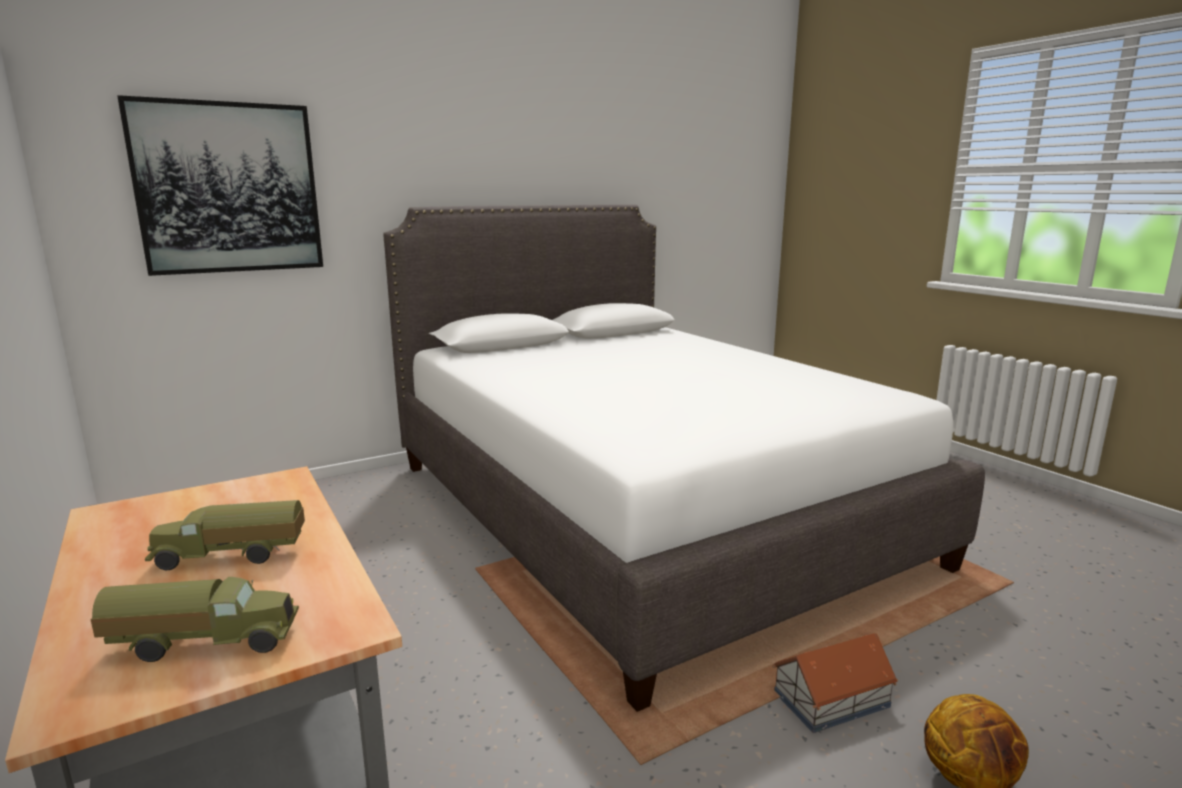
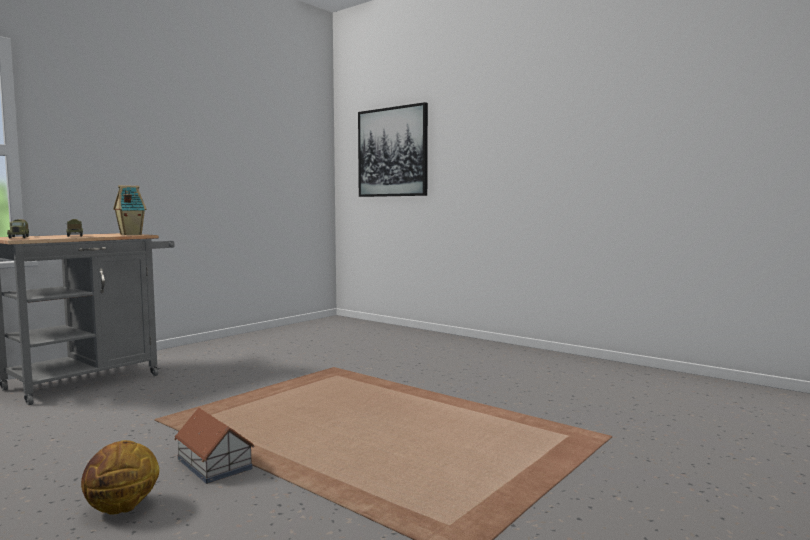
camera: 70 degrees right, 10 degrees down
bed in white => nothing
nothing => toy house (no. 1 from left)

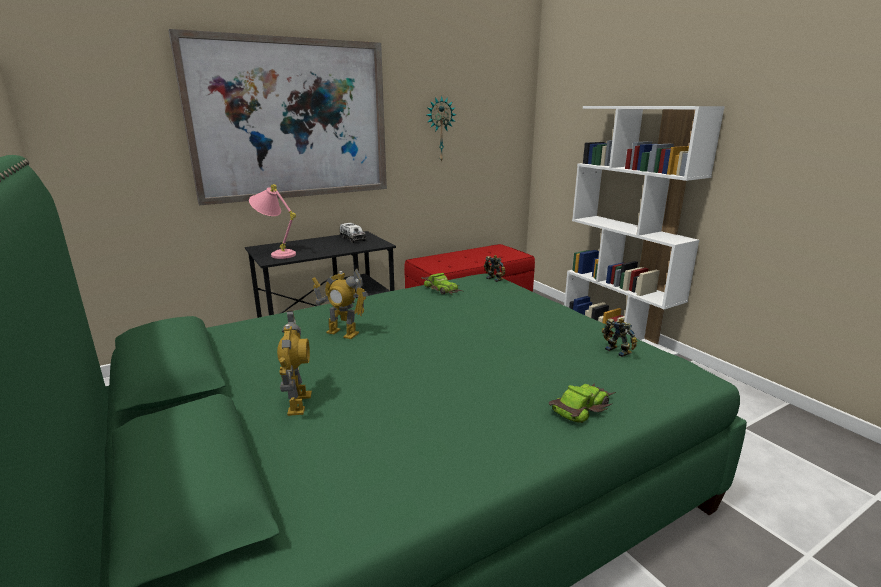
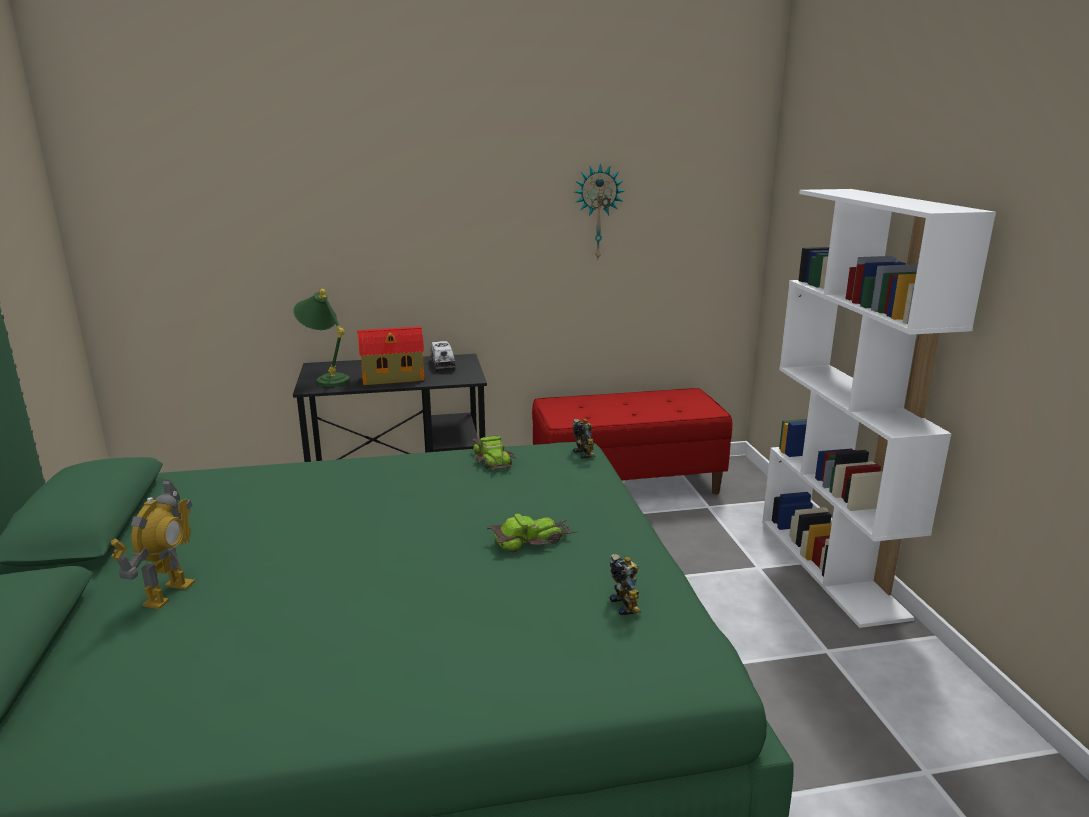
camera: 20 degrees right, 0 degrees up
picture => nothing
toy robot (no. 2 from left) => nothing
nothing => toy house
toy car (no. 2 from left), shifted
table lamp in pink => table lamp in green

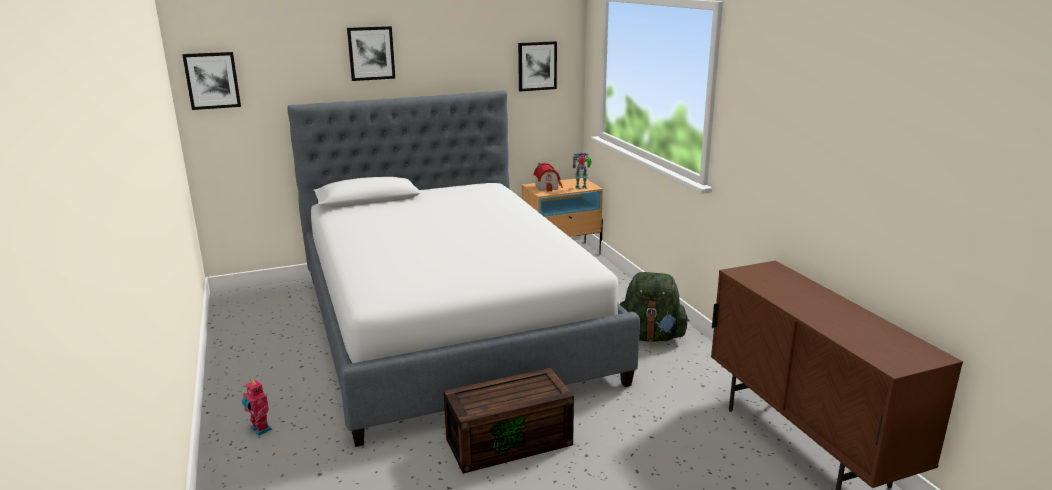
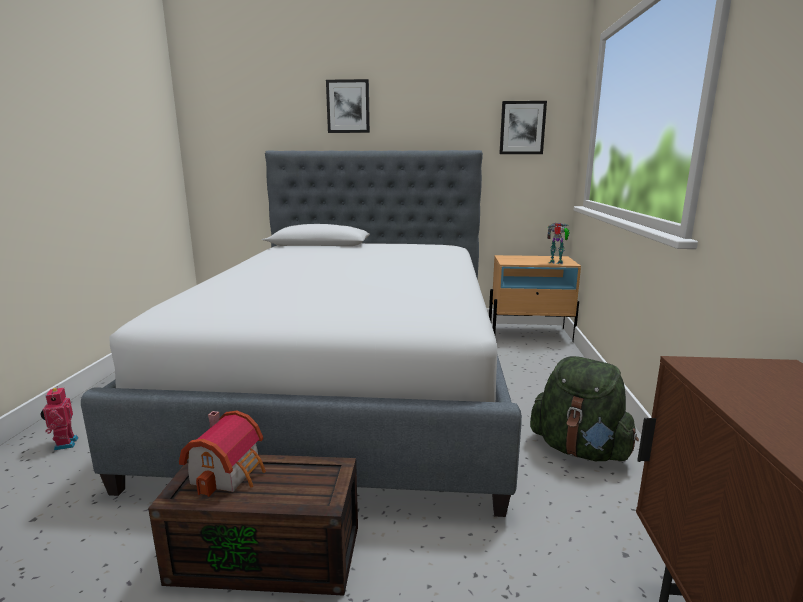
camera: 25 degrees right, 5 degrees down
picture (no. 1 from left) => nothing
toy house, shifted

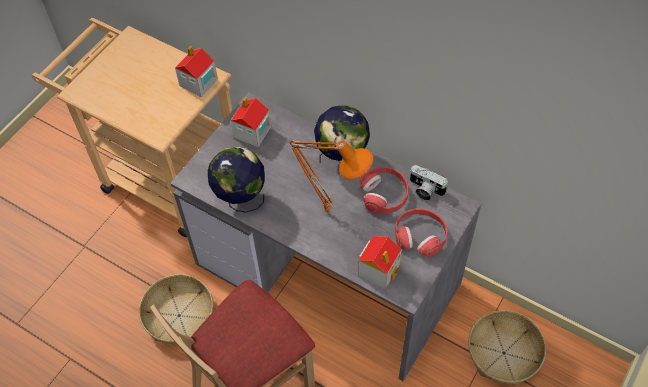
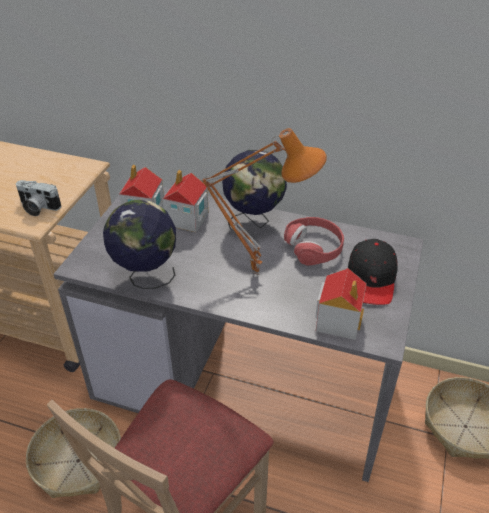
camera: 15 degrees left, 15 degrees down
toy house (no. 1 from left in the first image) => toy house (no. 2 from left), shifted
photo camera, shifted
headphones in red (no. 2 from left) => cap in black

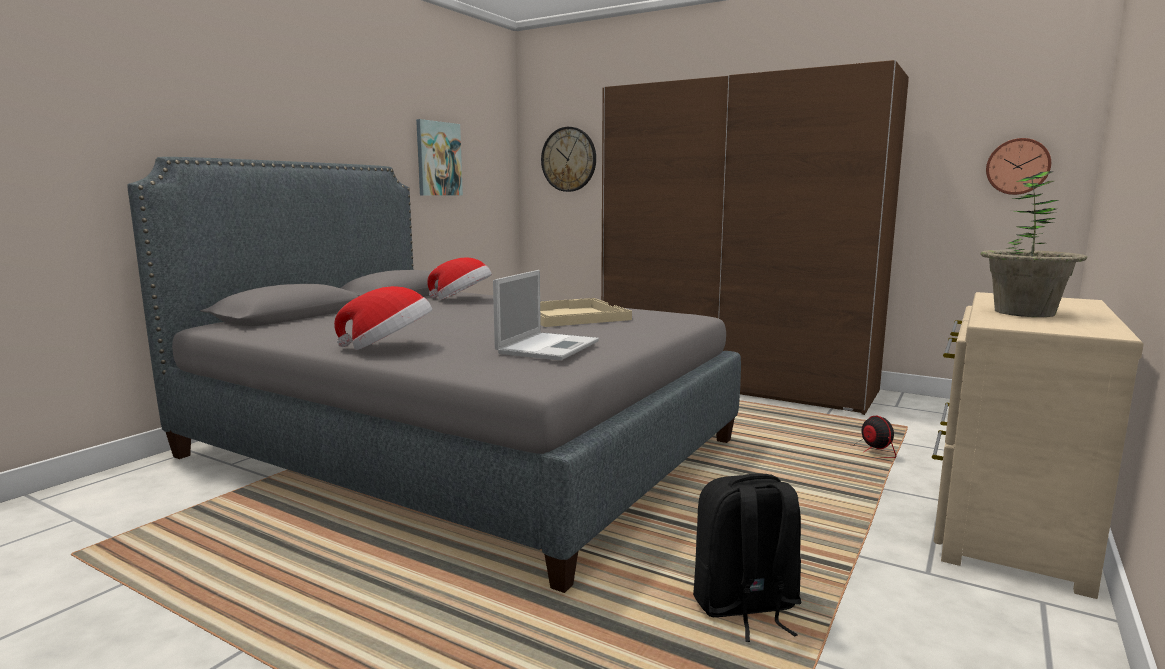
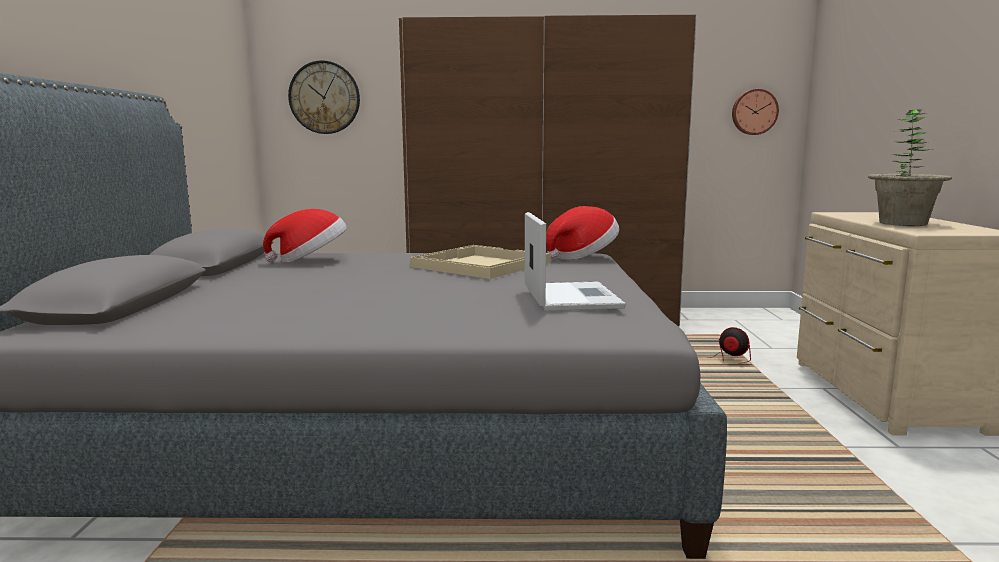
camera: 30 degrees left, 0 degrees up
picture => nothing
backpack in black => nothing
hat (no. 1 from left in the first image) => hat (no. 2 from left), shifted

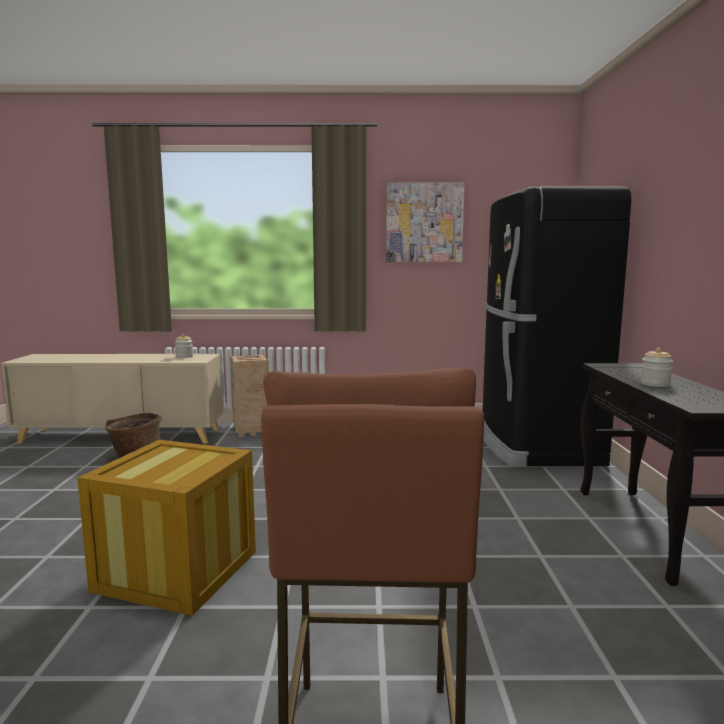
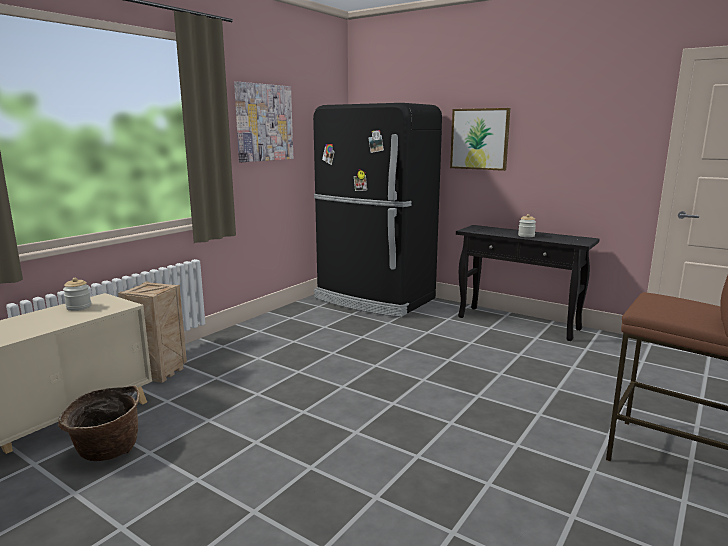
camera: 55 degrees left, 5 degrees up
crate (no. 1 from left) => nothing
nothing => picture (no. 2 from left)

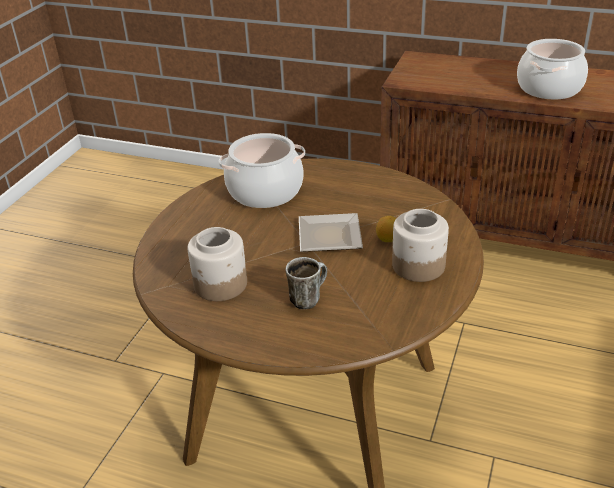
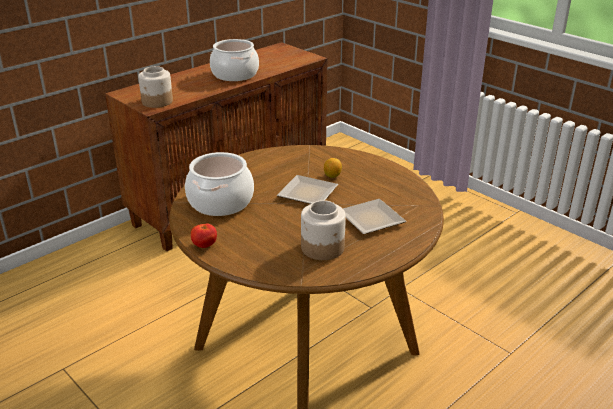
camera: 65 degrees left, 5 degrees down
nothing => tomato
jar (no. 2 from left in the first image) => jar (no. 1 from left), shifted
mug => plate (no. 2 from left)

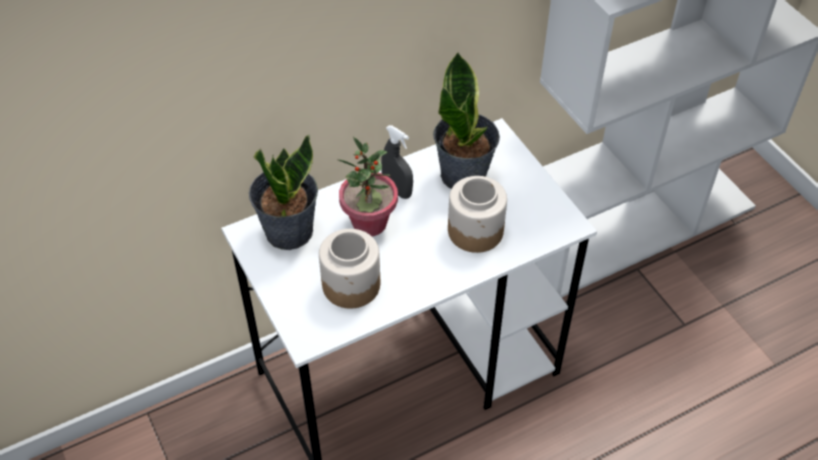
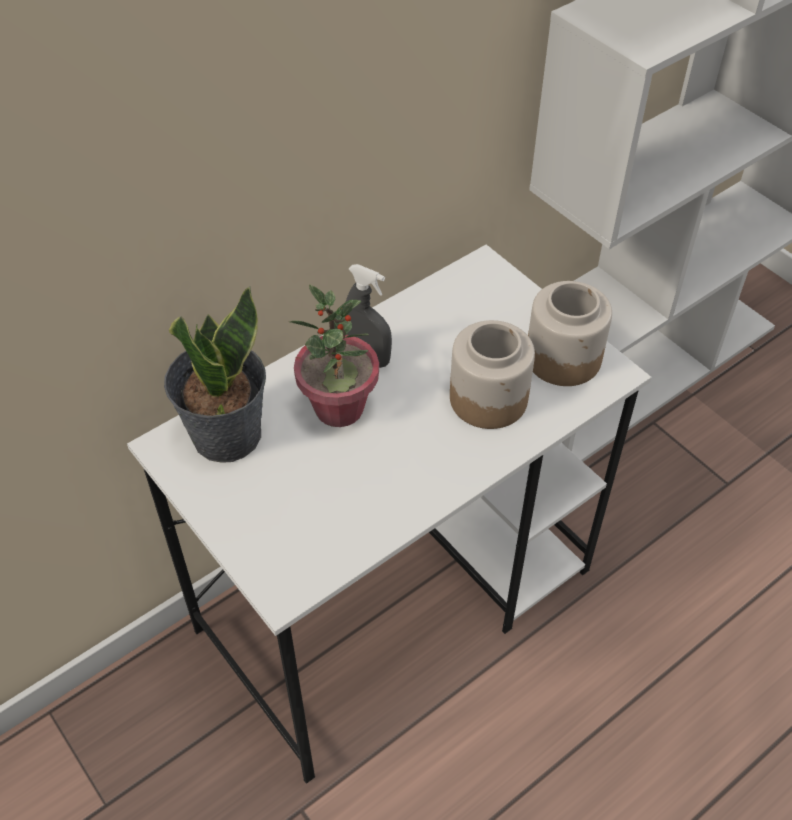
camera: 10 degrees left, 0 degrees up
potted plant (no. 3 from left) => nothing
jar (no. 1 from left in the first image) => jar (no. 2 from left), shifted

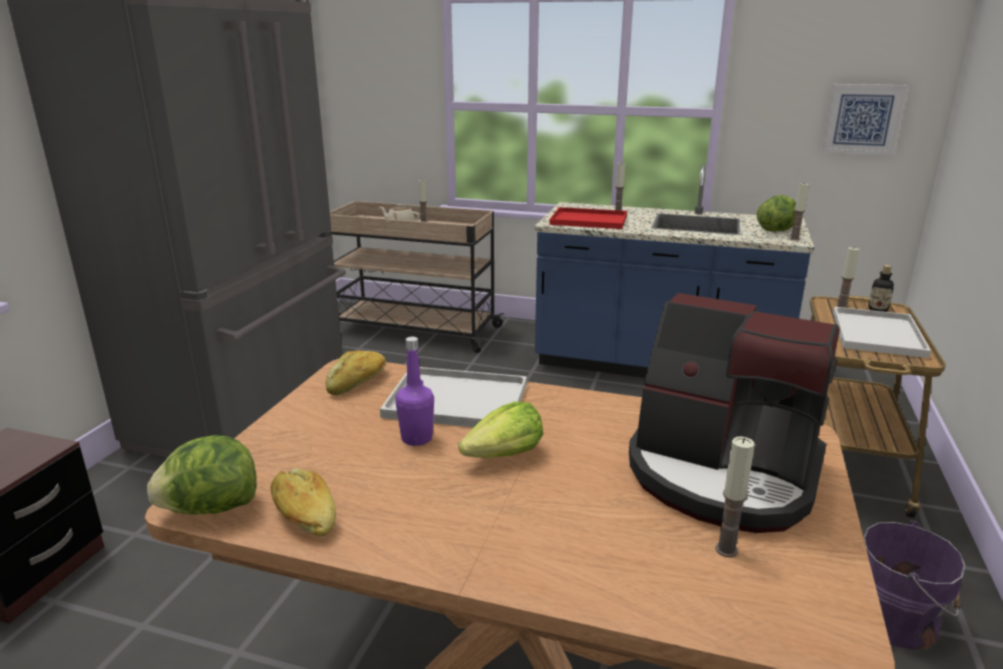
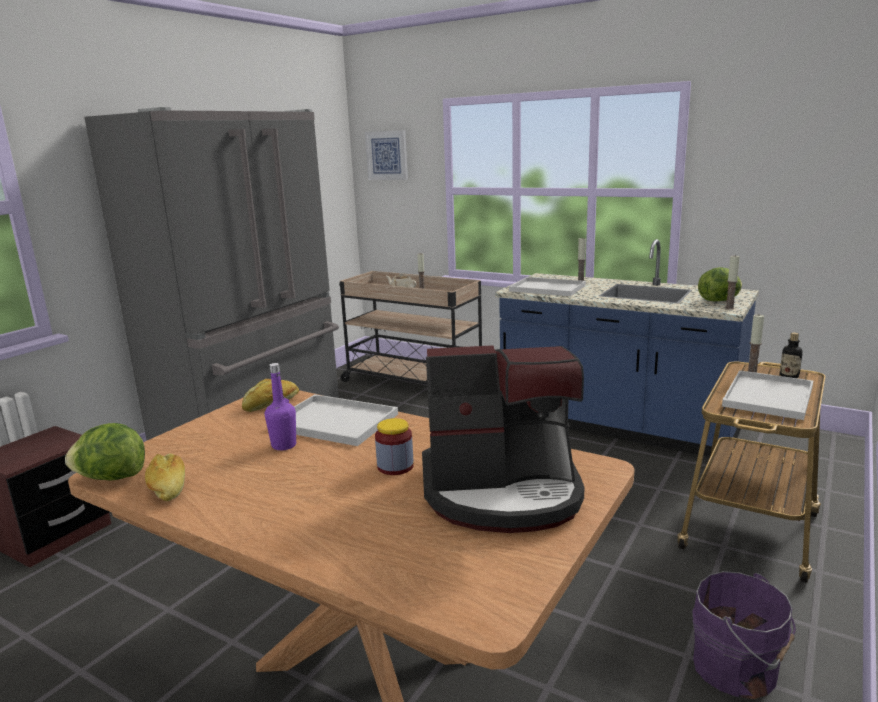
camera: 15 degrees right, 5 degrees down
lettuce (no. 2 from left) => nothing
candle (no. 3 from left) => nothing
nothing => jar
picture, shifted
tray in red => tray in white (no. 2 from left)
coffee machine, 45 degrees counterclockwise

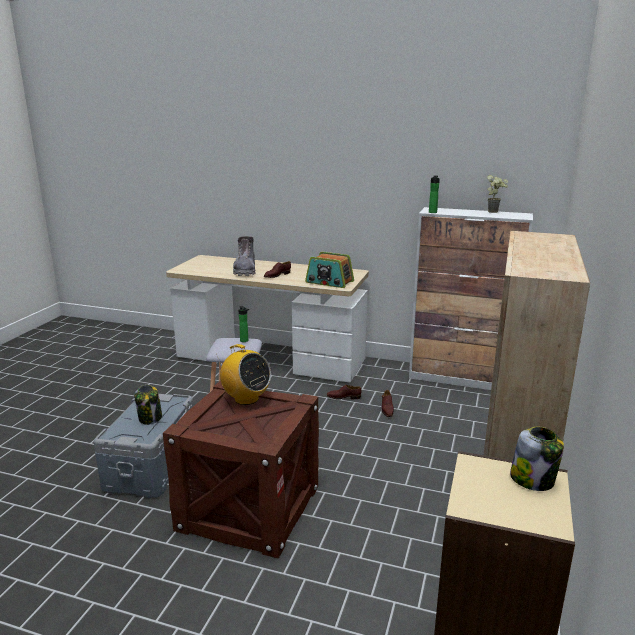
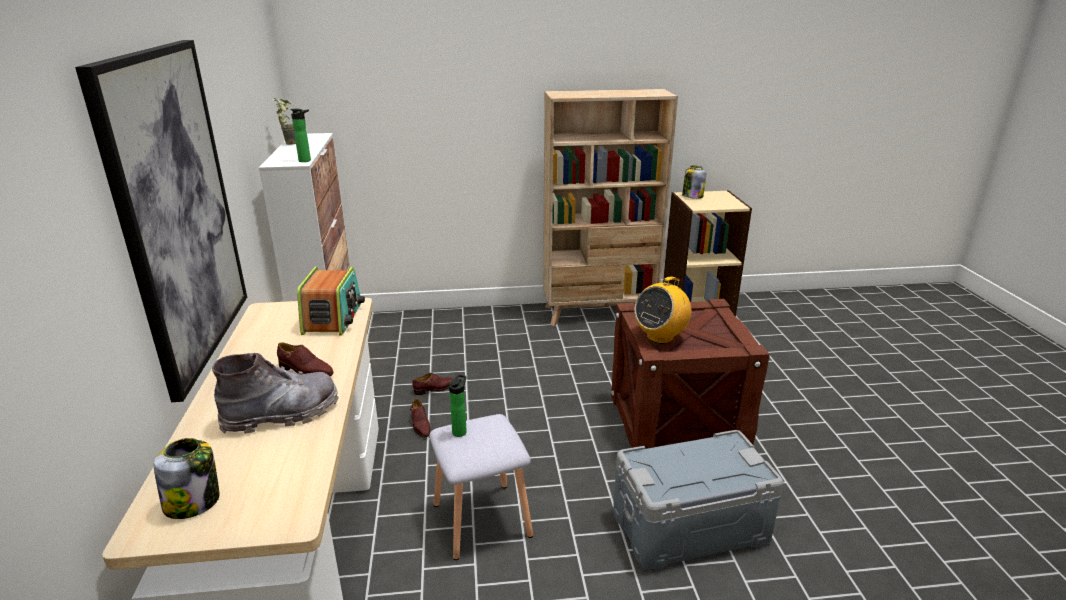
camera: 115 degrees left, 5 degrees up
nothing => picture
jar (no. 1 from left), shifted
radio (no. 1 from left in the first image) => radio (no. 2 from left), 150 degrees counterclockwise

